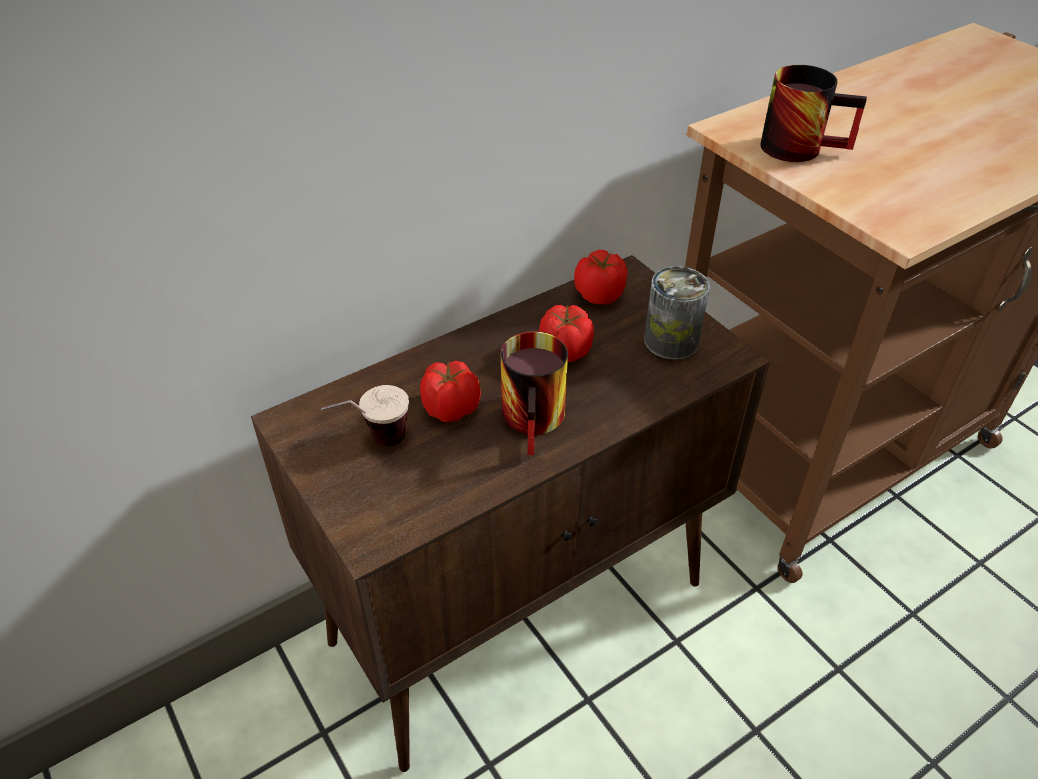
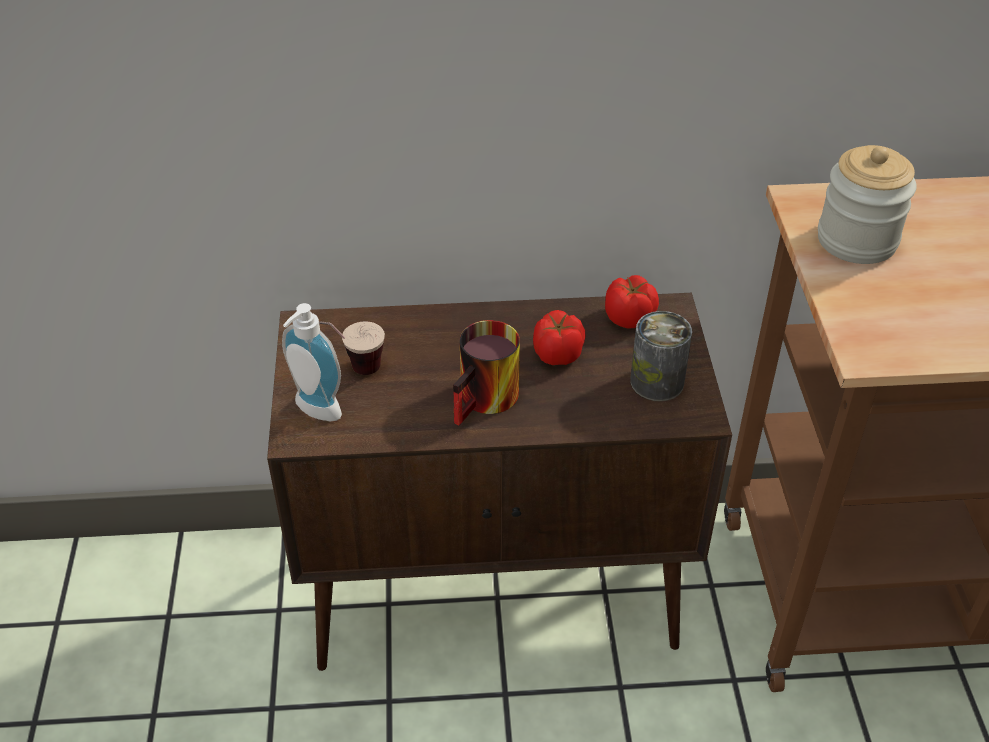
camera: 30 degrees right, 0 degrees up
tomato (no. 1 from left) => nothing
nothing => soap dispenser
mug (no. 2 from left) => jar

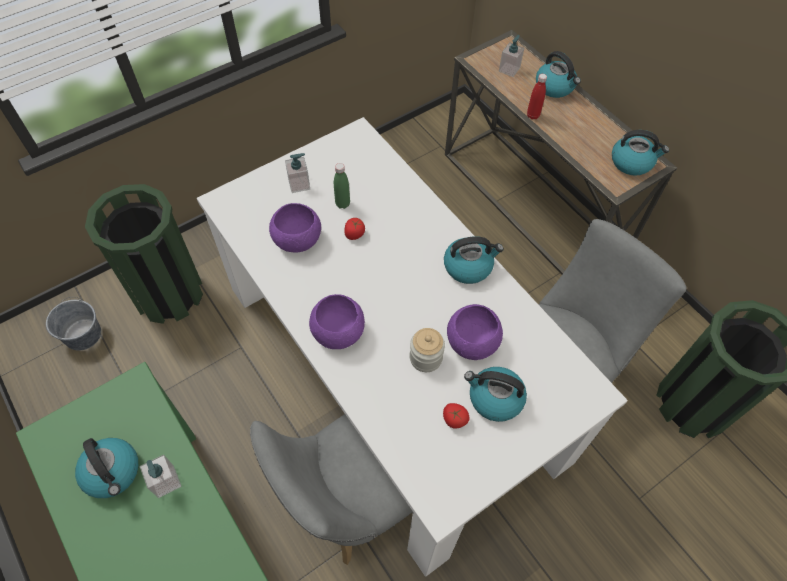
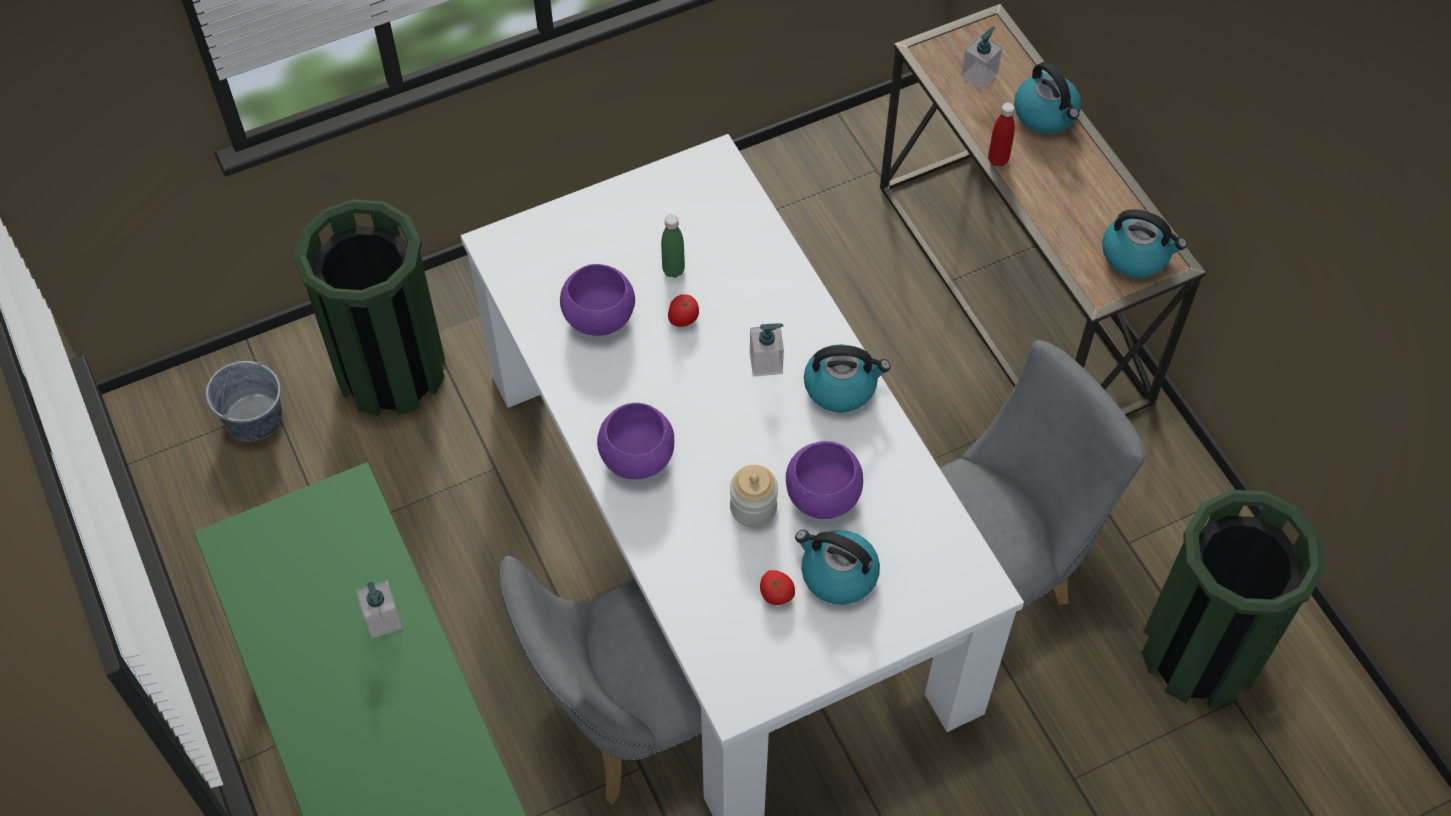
camera: 10 degrees right, 0 degrees up
kettle (no. 1 from left) => nothing
soap dispenser (no. 2 from left), shifted

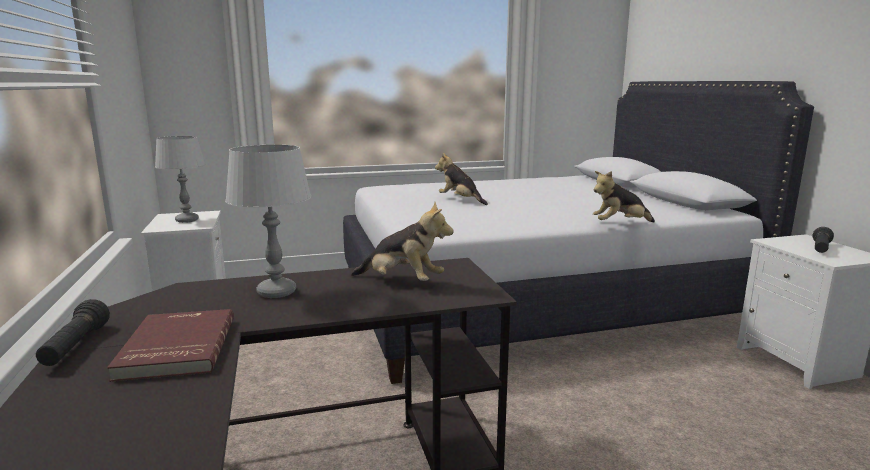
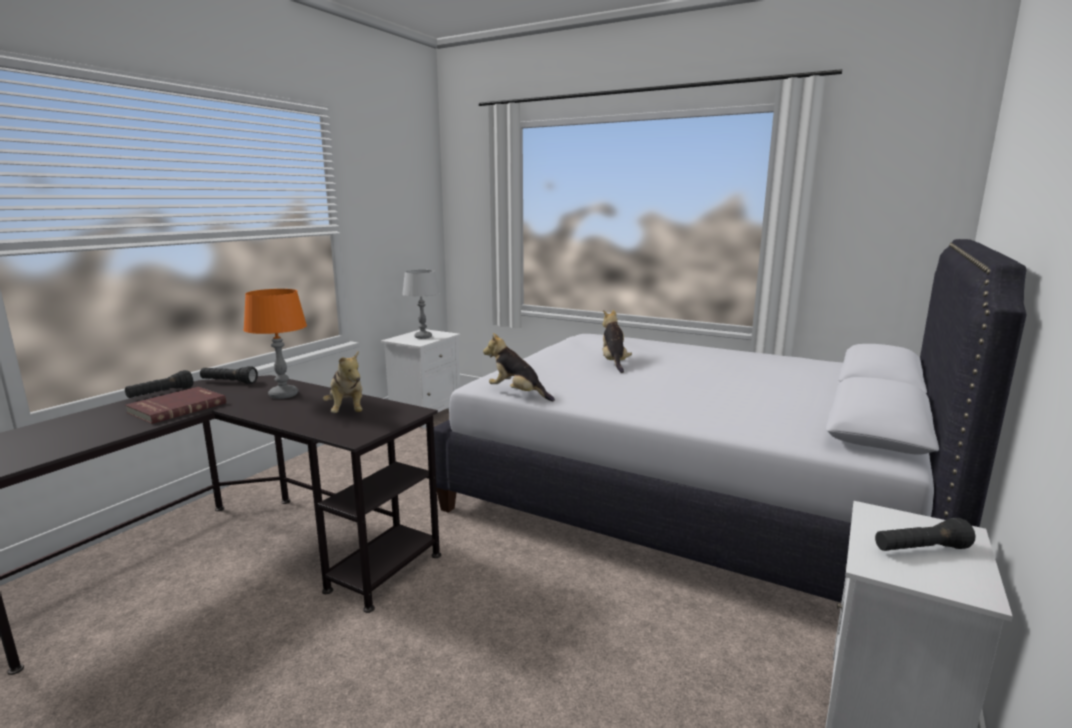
camera: 45 degrees right, 0 degrees up
nothing => flashlight in black (no. 2 from left)
plush toy (no. 3 from left in the first image) => plush toy (no. 2 from left), shifted
table lamp in grey (no. 2 from left) => table lamp in orange

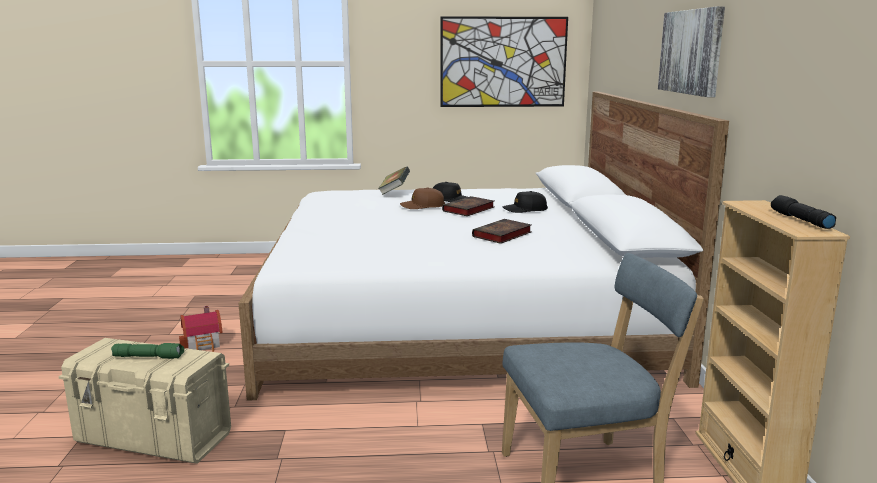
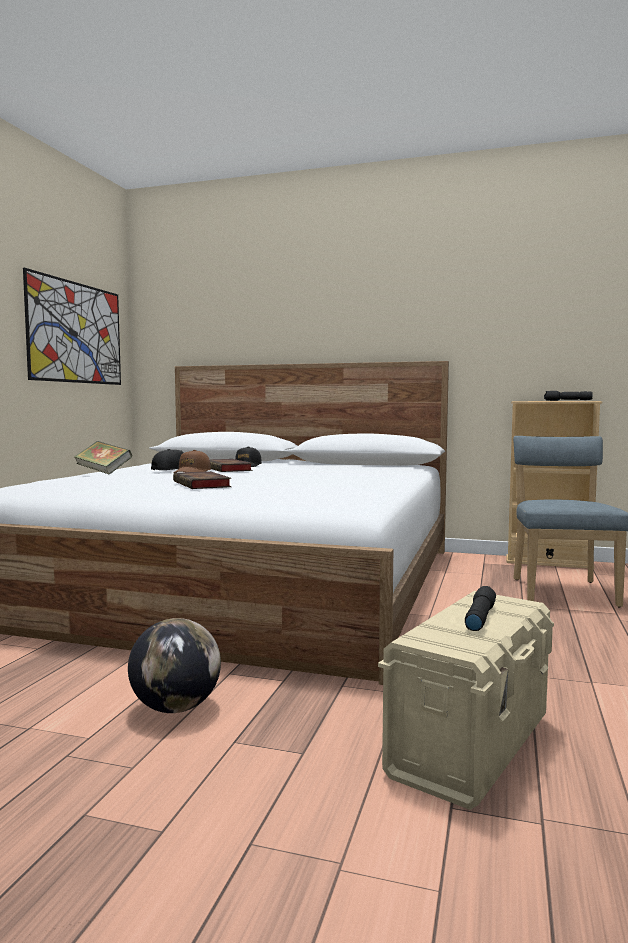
camera: 70 degrees left, 10 degrees down
picture (no. 2 from left) => nothing
book (no. 3 from left in the first image) => book (no. 2 from left), shifted
toy house => globe
flashlight in green => flashlight in black (no. 1 from left)

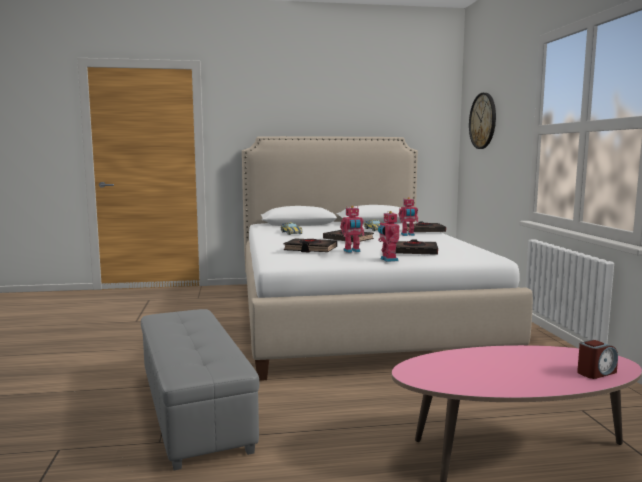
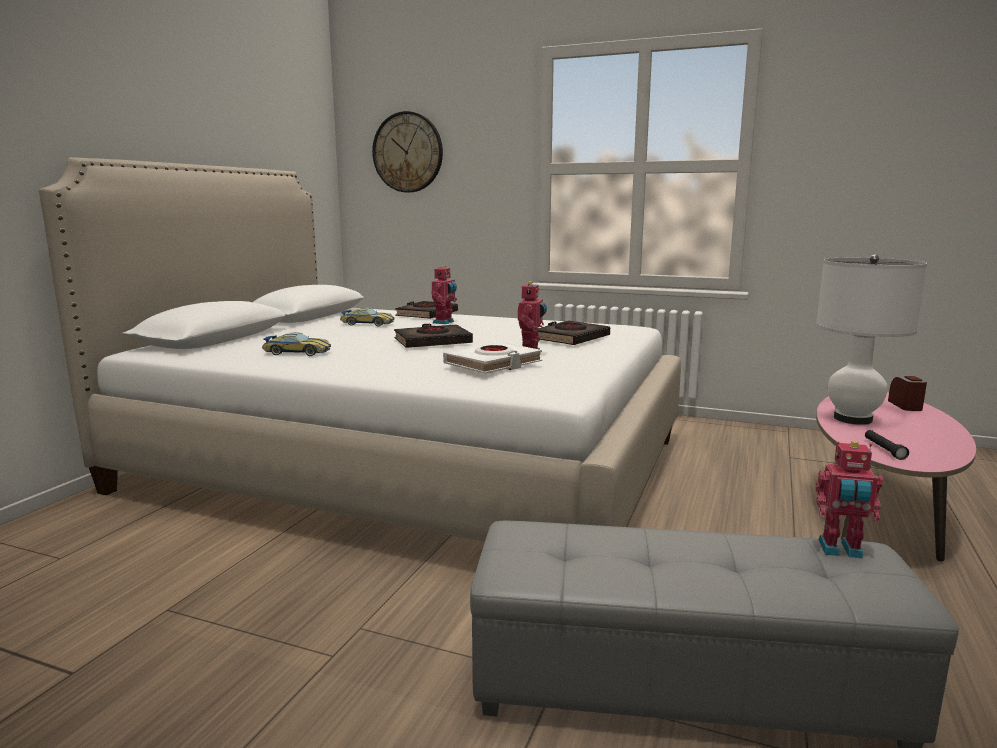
camera: 60 degrees left, 5 degrees up
nothing => table lamp in white
nothing => flashlight in black
toy robot (no. 2 from left in the first image) => toy robot (no. 3 from left), shifted
book in black (no. 1 from left) => book in white

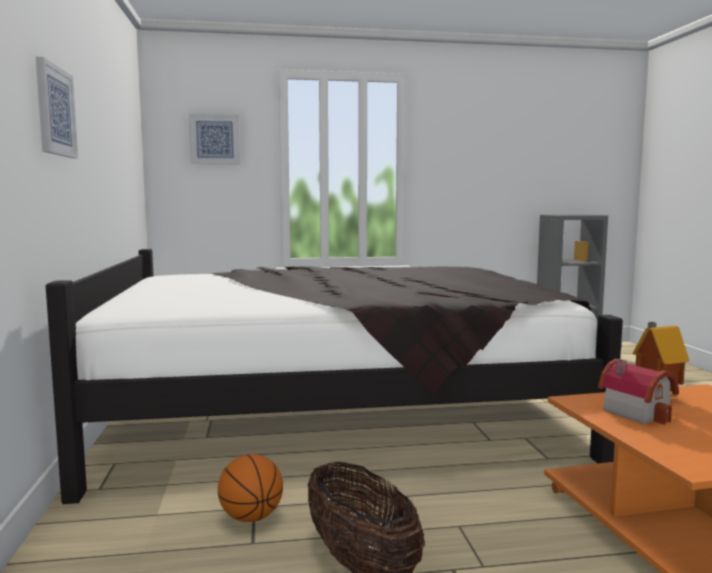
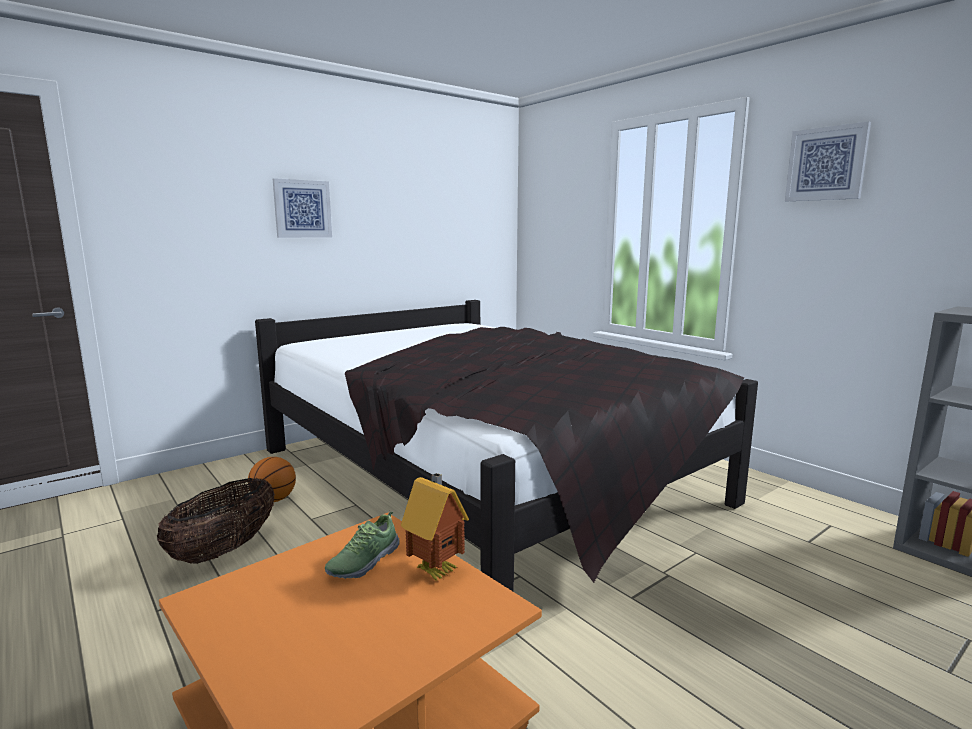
camera: 60 degrees right, 5 degrees up
picture (no. 2 from left), shifted
toy house (no. 1 from left) => shoe

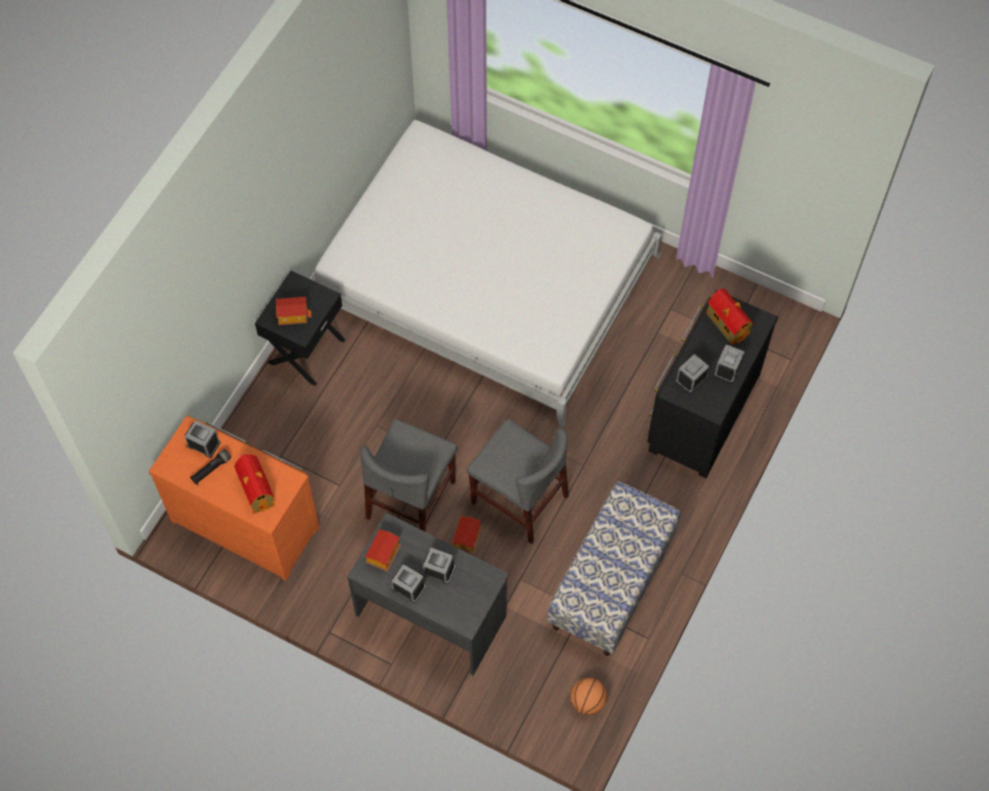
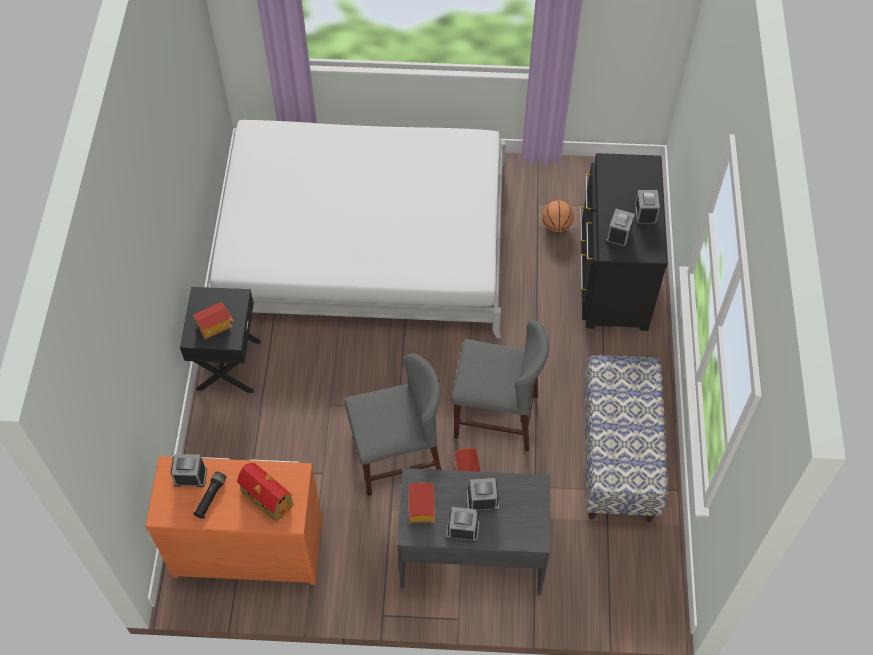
camera: 25 degrees left, 5 degrees down
toy house (no. 5 from left) => nothing
basketball, shifted
chair in grey (no. 1 from left), 105 degrees counterclockwise

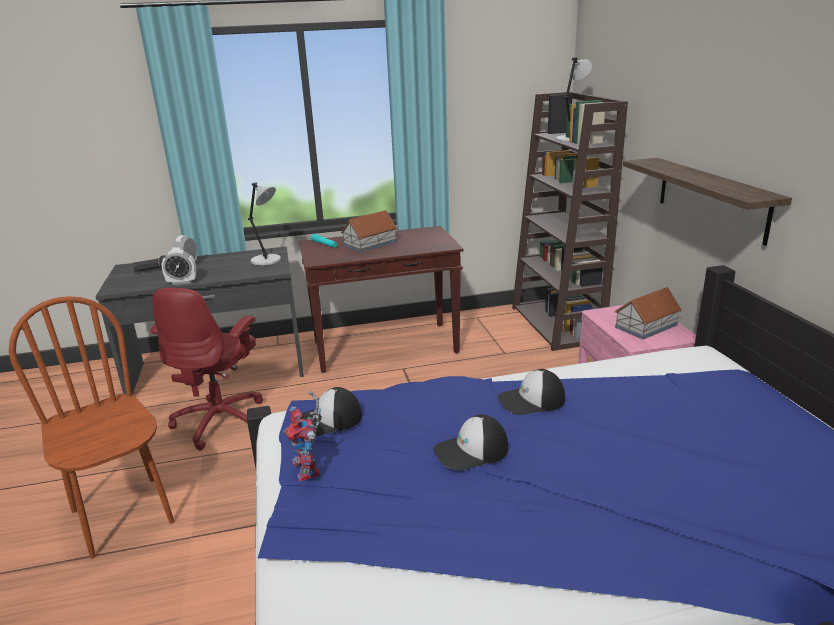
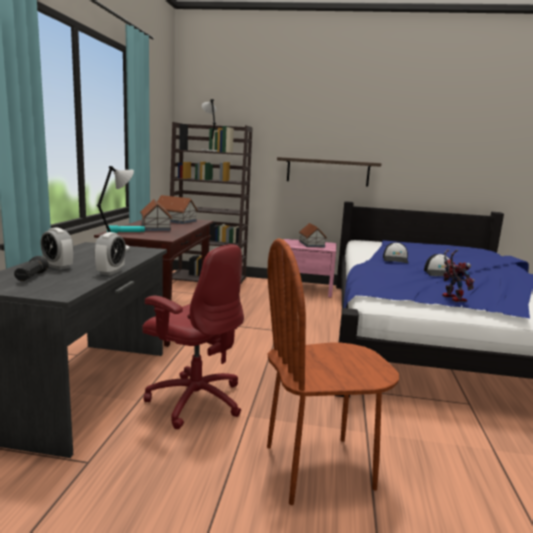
camera: 70 degrees left, 10 degrees down
cap (no. 1 from left) => nothing
nothing => toy house (no. 2 from left)
toy robot, 105 degrees counterclockwise

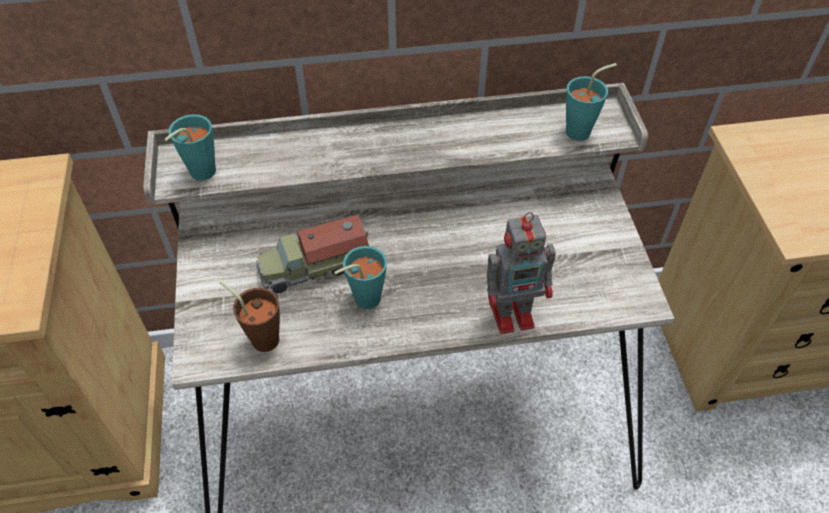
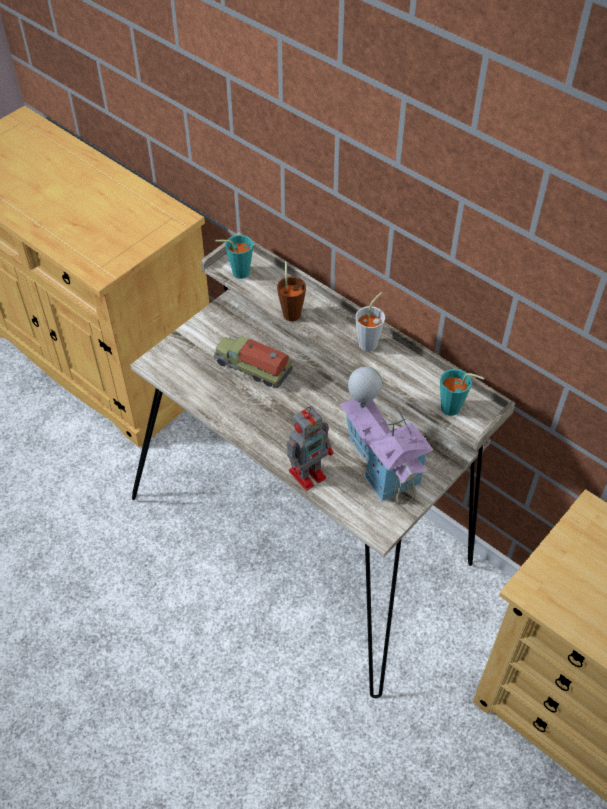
camera: 50 degrees right, 0 degrees up
cup in turquoise (no. 2 from left) => nothing
nothing => toy house
nothing => cup in grey
cup in brown, shifted
toy robot, 75 degrees counterclockwise

